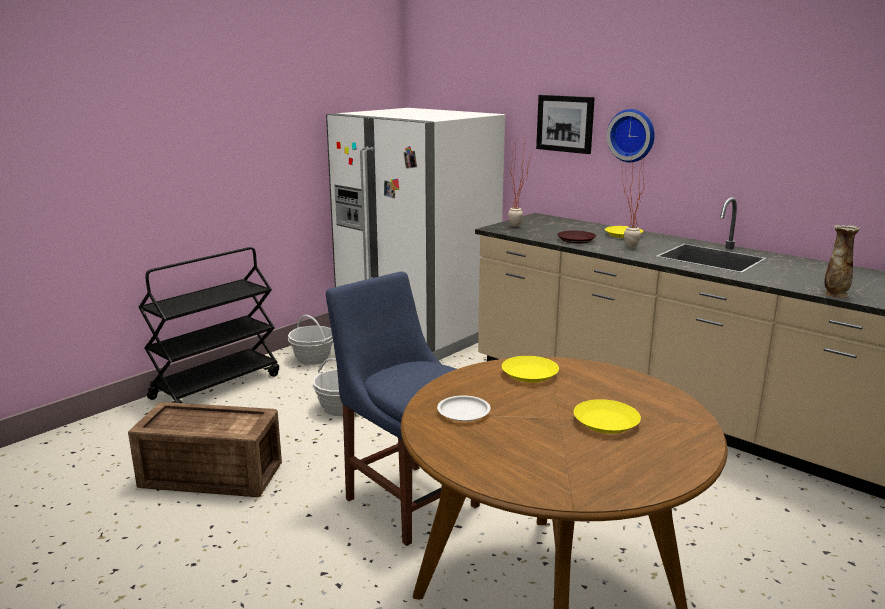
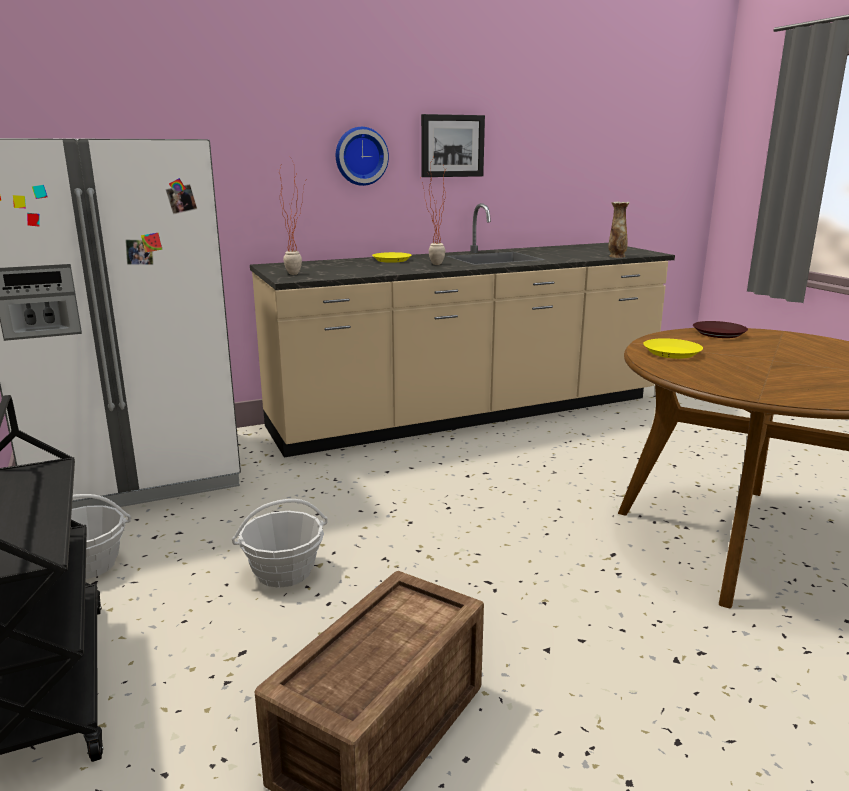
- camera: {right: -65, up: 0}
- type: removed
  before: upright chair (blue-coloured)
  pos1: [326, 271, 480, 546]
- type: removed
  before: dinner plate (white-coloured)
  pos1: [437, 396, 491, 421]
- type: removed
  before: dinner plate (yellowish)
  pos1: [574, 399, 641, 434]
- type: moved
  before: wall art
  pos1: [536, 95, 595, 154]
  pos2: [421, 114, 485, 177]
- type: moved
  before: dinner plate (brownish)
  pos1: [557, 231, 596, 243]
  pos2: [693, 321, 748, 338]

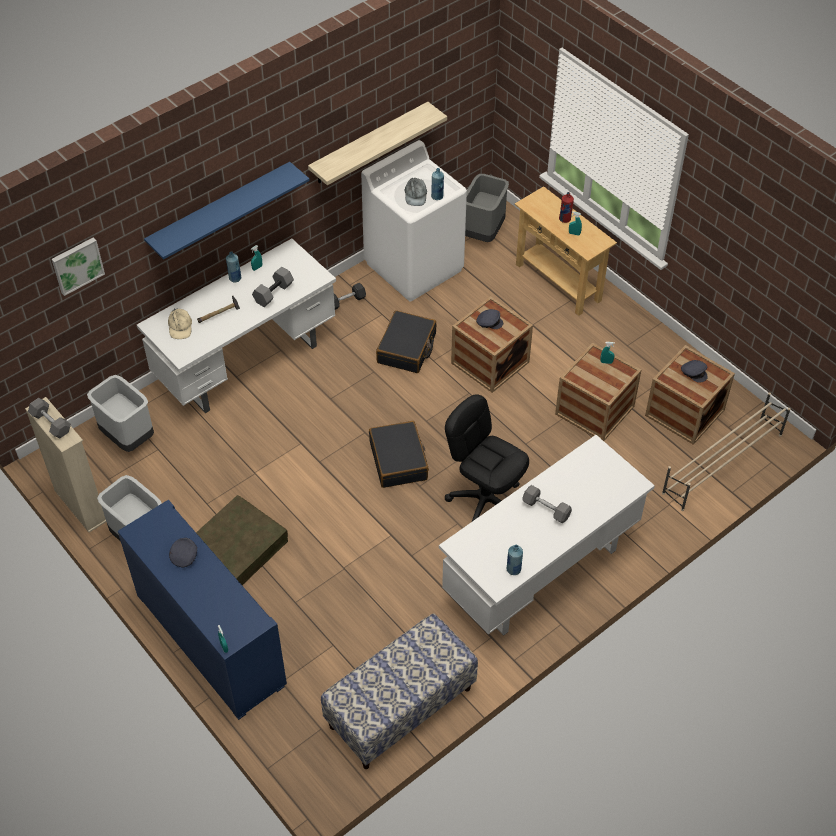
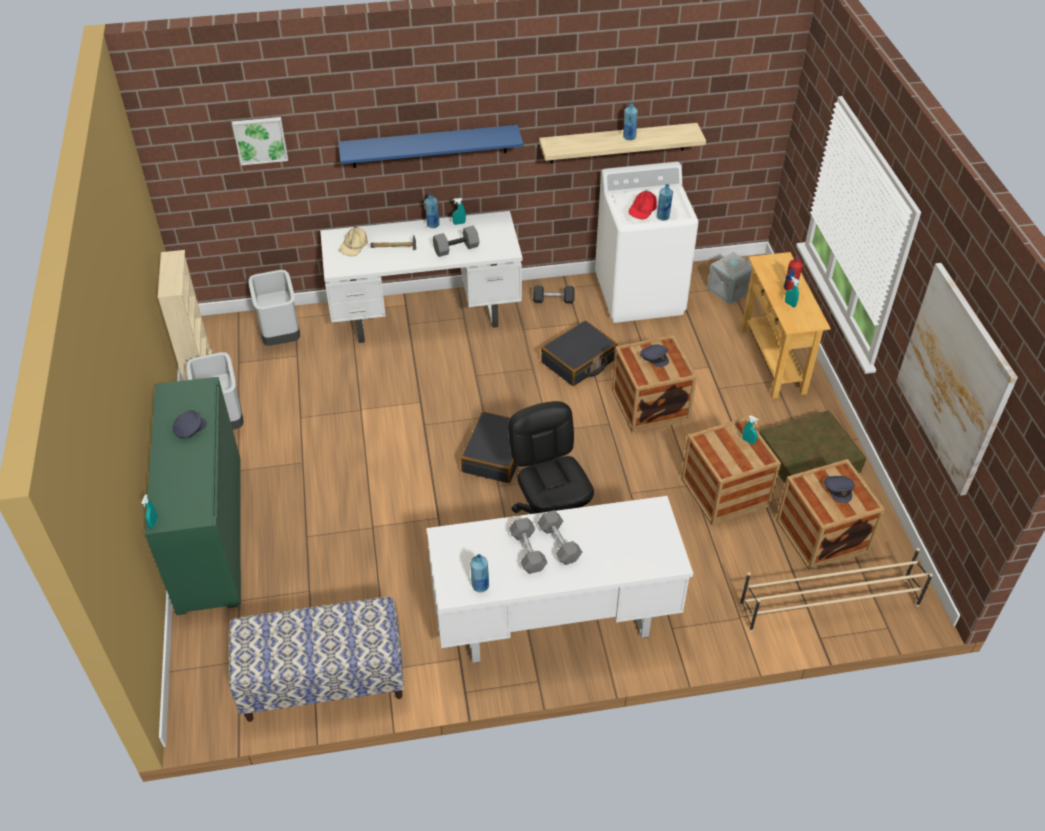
- camera: {right: 30, up: -5}
- type: added
  after: drink bottle (blue-coloured)
  pos2: [623, 102, 638, 140]
- type: added
  after: wall art
  pos2: [896, 263, 1018, 496]
- type: moved
  before: dumbbell (greyish)
  pos1: [28, 398, 71, 438]
  pos2: [509, 518, 547, 574]
- type: moved
  before: storage bin (brownish)
  pos1: [196, 495, 288, 585]
  pos2: [759, 410, 866, 484]
- type: replaced
  before: waste bin (greyish)
  after: storage bin (greyish)
  pos1: [465, 174, 509, 242]
  pos2: [707, 252, 752, 305]
- type: recoloured
  before: storage cabinet (blue-coloured)
  after: storage cabinet (greenish)
  pos1: [118, 500, 287, 720]
  pos2: [145, 377, 241, 615]
- type: recoloured
  before: peaked cap (greyish)
  after: peaked cap (red-coloured)
  pos1: [405, 177, 427, 206]
  pos2: [629, 191, 657, 219]

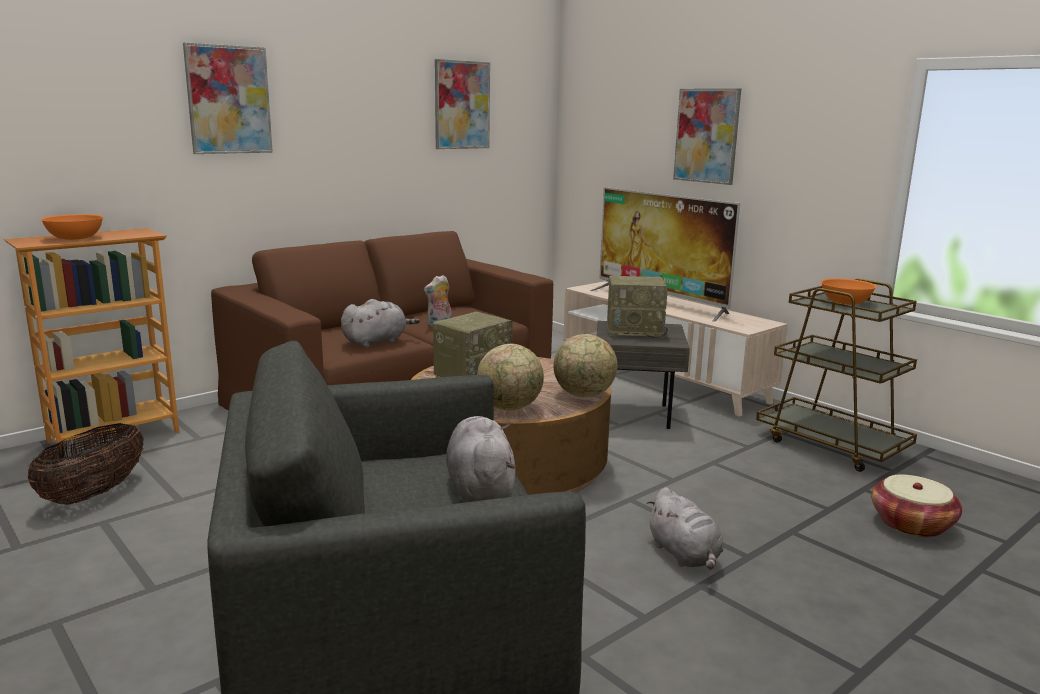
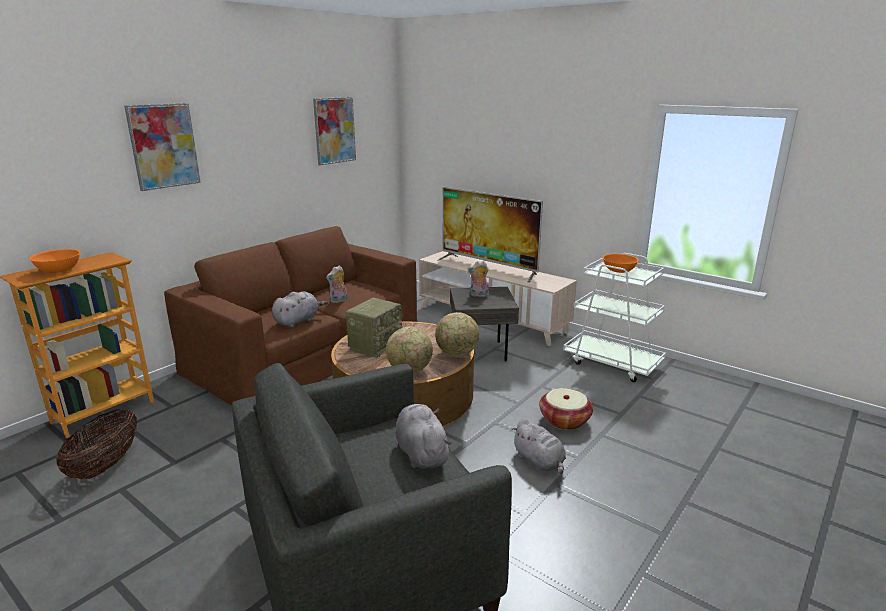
- camera: {right: -10, up: 5}
- type: removed
  before: wall art
  pos1: [673, 88, 741, 185]
- type: moved
  before: storage basket
  pos1: [871, 475, 962, 537]
  pos2: [539, 388, 593, 430]
- type: replaced
  before: radio set
  after: cuddly toy
  pos1: [607, 275, 668, 338]
  pos2: [468, 261, 489, 297]
- type: recoloured
  before: trolley (brownish)
  after: trolley (white-coloured)
  pos1: [756, 278, 917, 472]
  pos2: [563, 253, 666, 382]

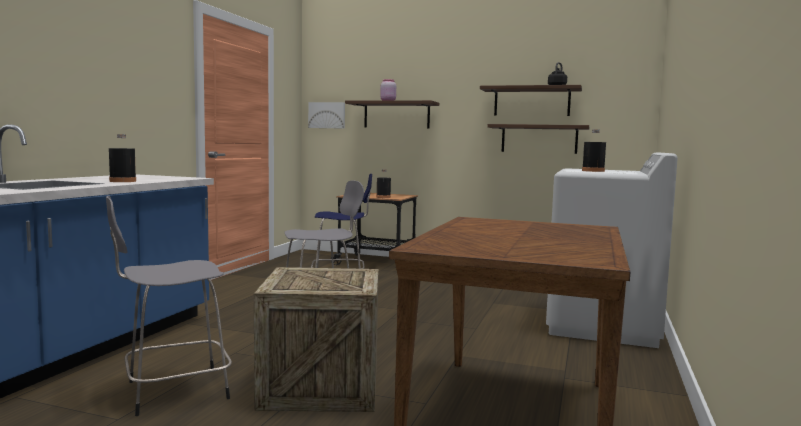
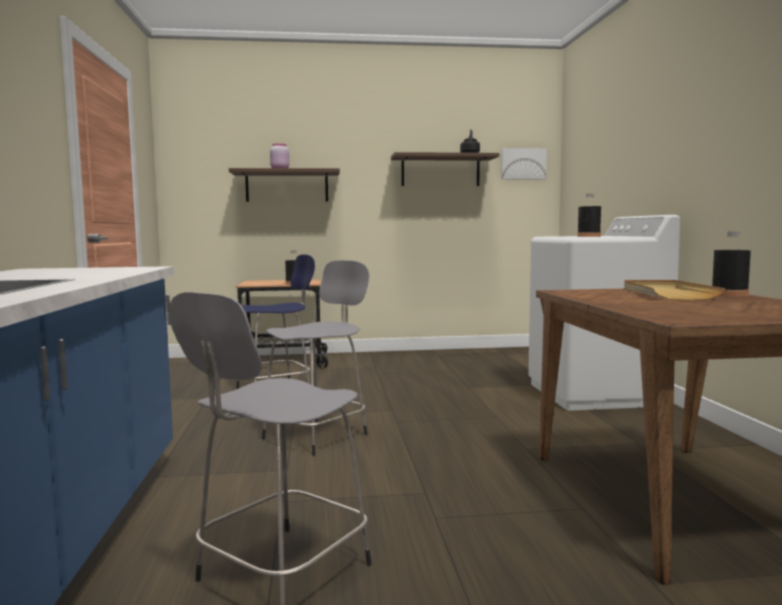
- camera: {right: -25, up: 0}
- type: removed
  before: crate
  pos1: [254, 267, 378, 412]
- type: removed
  before: bracket shelf
  pos1: [487, 124, 589, 154]
- type: added
  after: carrying tray (sand-coloured)
  pos2: [624, 280, 726, 300]
- type: moved
  before: drink bottle (black-coloured)
  pos1: [109, 134, 136, 182]
  pos2: [712, 231, 751, 296]
- type: moved
  before: wall art
  pos1: [308, 102, 345, 129]
  pos2: [501, 148, 547, 179]

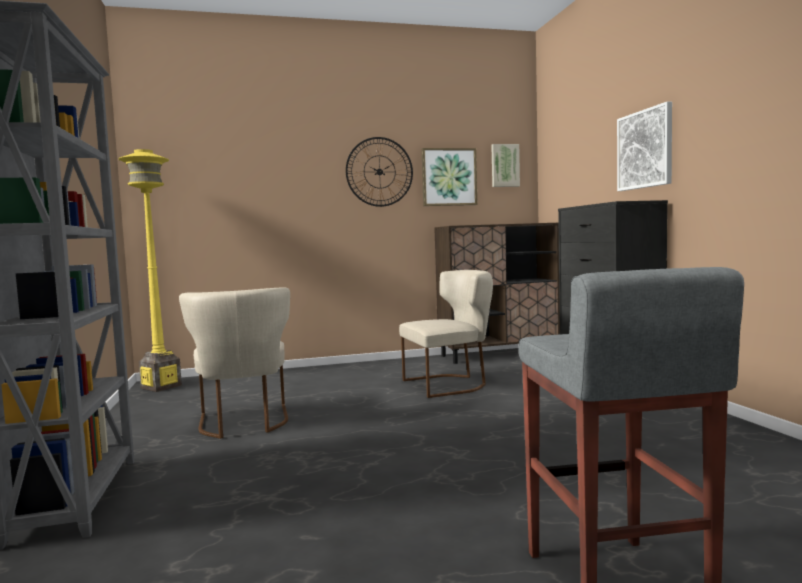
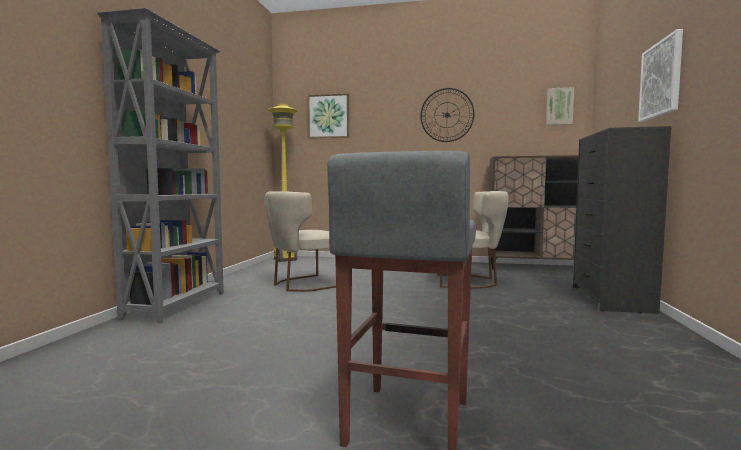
- camera: {right: 25, up: 0}
- type: moved
  before: wall art
  pos1: [421, 148, 478, 206]
  pos2: [307, 93, 349, 139]
- type: turned
  before: upright chair (sand-coloured)
  pos1: [179, 287, 290, 439]
  pos2: [264, 191, 336, 292]
  turn: 45

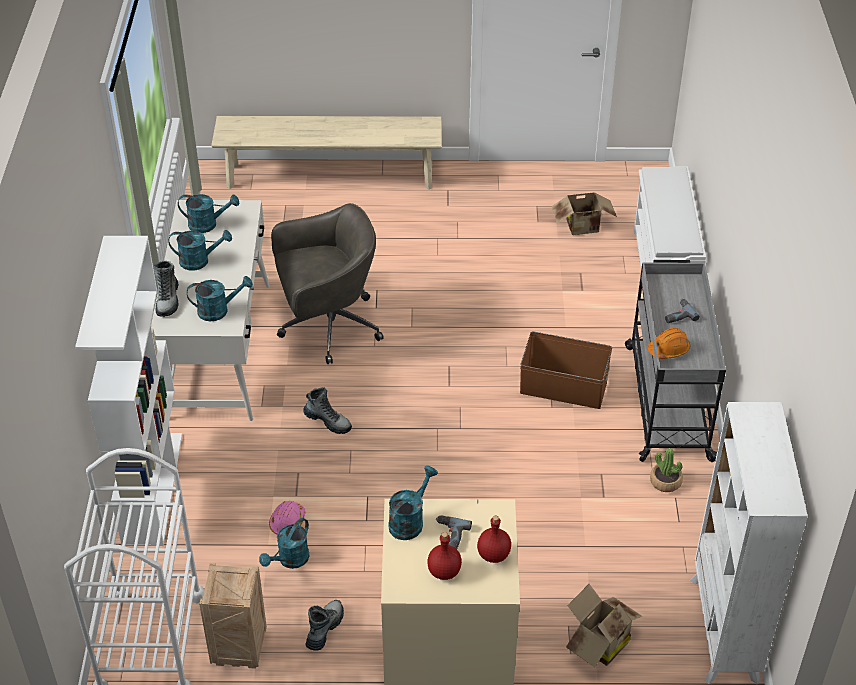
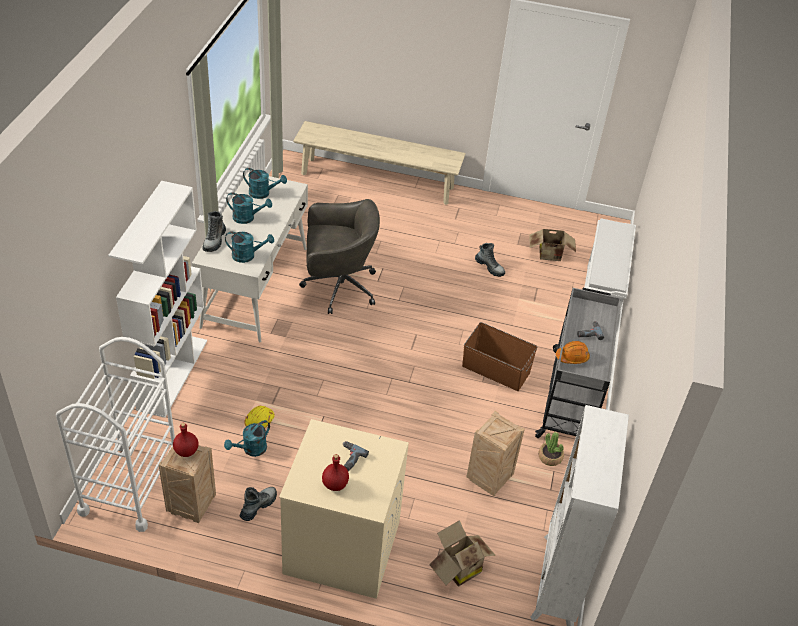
- camera: {right: 10, up: 0}
- type: removed
  before: watering can (turquoise-coloured)
  pos1: [388, 466, 438, 540]
- type: added
  after: crate
  pos2: [466, 411, 525, 496]
- type: moved
  before: tall boot
  pos1: [303, 387, 352, 434]
  pos2: [475, 243, 505, 277]
- type: moved
  before: drink bottle (red-coloured)
  pos1: [477, 516, 511, 563]
  pos2: [173, 423, 199, 457]
- type: recoloured
  before: safety helmet (pink-coloured)
  after: safety helmet (yellowish)
  pos1: [269, 501, 305, 535]
  pos2: [244, 406, 275, 428]

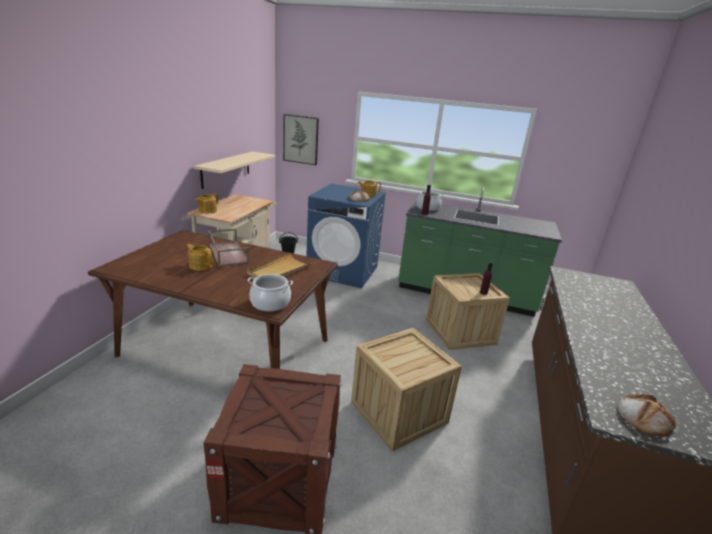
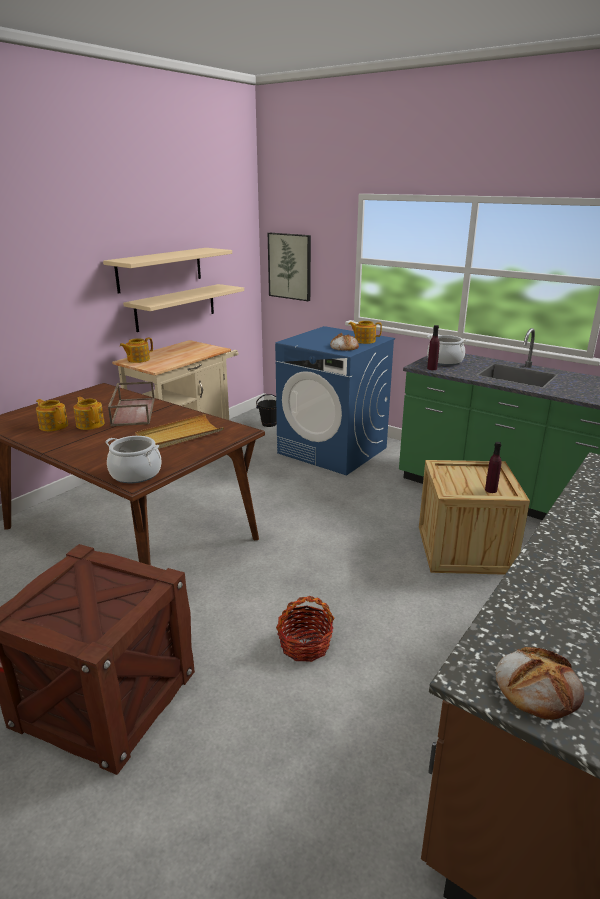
- camera: {right: 20, up: 0}
- type: added
  after: teapot
  pos2: [36, 399, 68, 431]
- type: added
  after: bracket shelf (sand-coloured)
  pos2: [103, 248, 232, 293]
- type: replaced
  before: crate
  after: storage basket
  pos1: [351, 328, 462, 452]
  pos2: [276, 596, 334, 662]

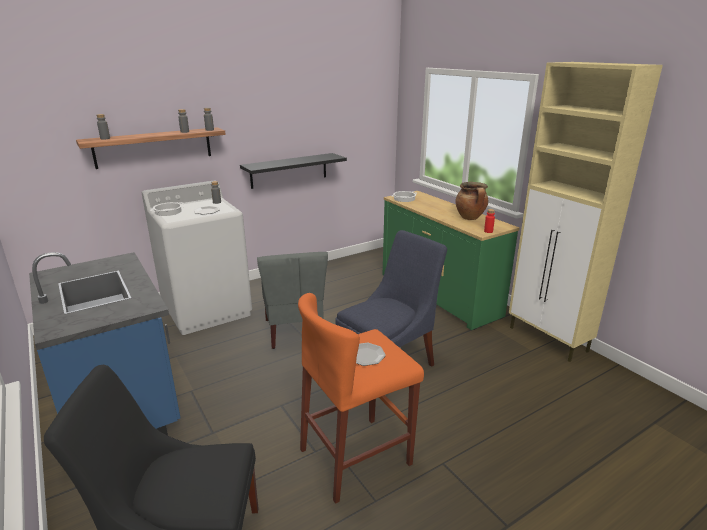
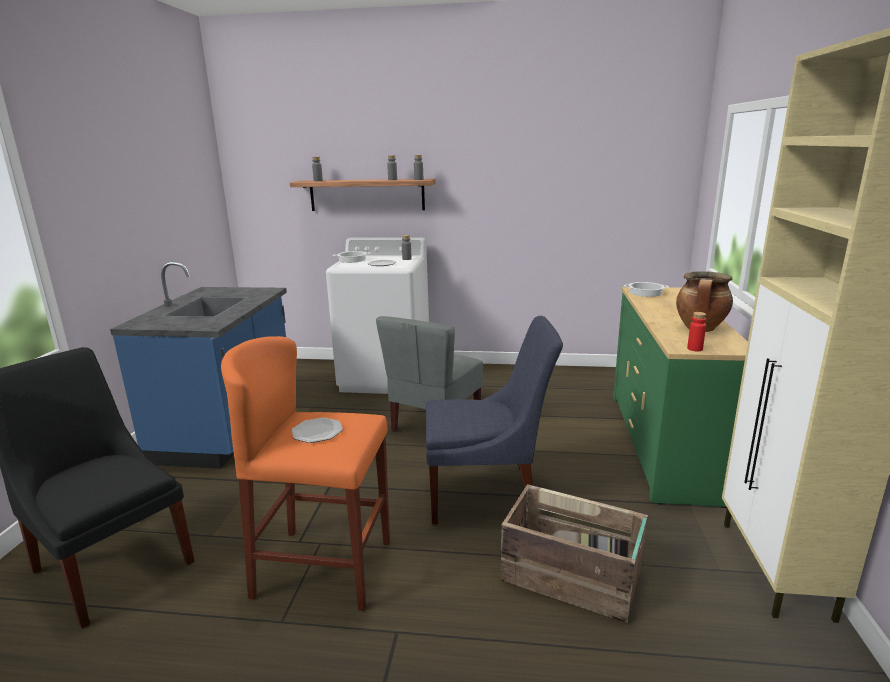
- camera: {right: 40, up: -5}
- type: removed
  before: bracket shelf (black-coloured)
  pos1: [240, 153, 347, 189]
- type: added
  after: crate
  pos2: [501, 484, 648, 623]

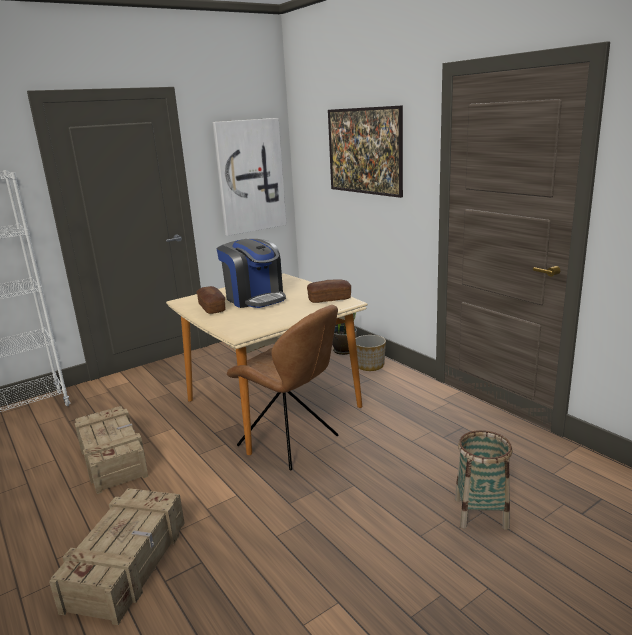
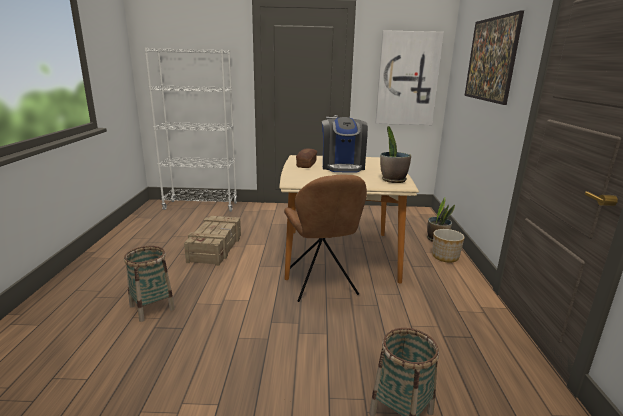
- camera: {right: 35, up: 0}
- type: replaced
  before: crate
  after: storage basket
  pos1: [49, 488, 185, 625]
  pos2: [124, 246, 175, 322]
- type: replaced
  before: bakery bread
  after: potted plant
  pos1: [307, 279, 351, 303]
  pos2: [380, 126, 411, 183]

